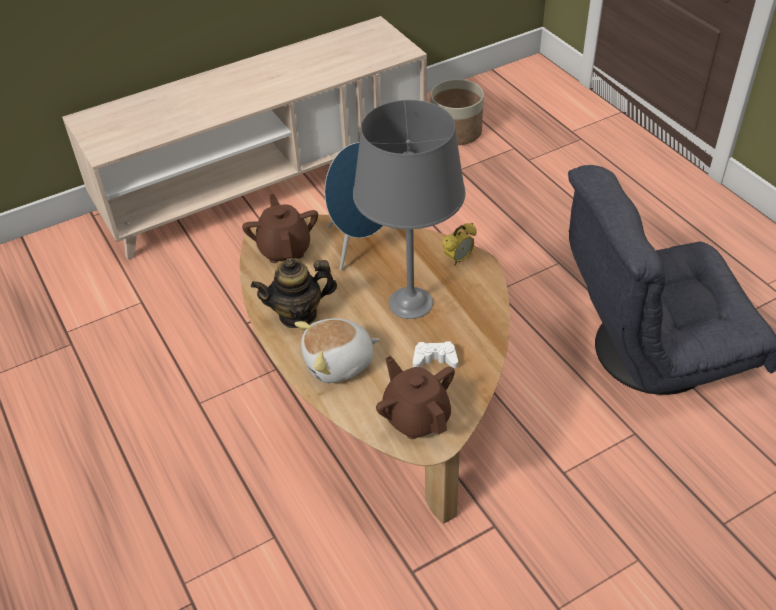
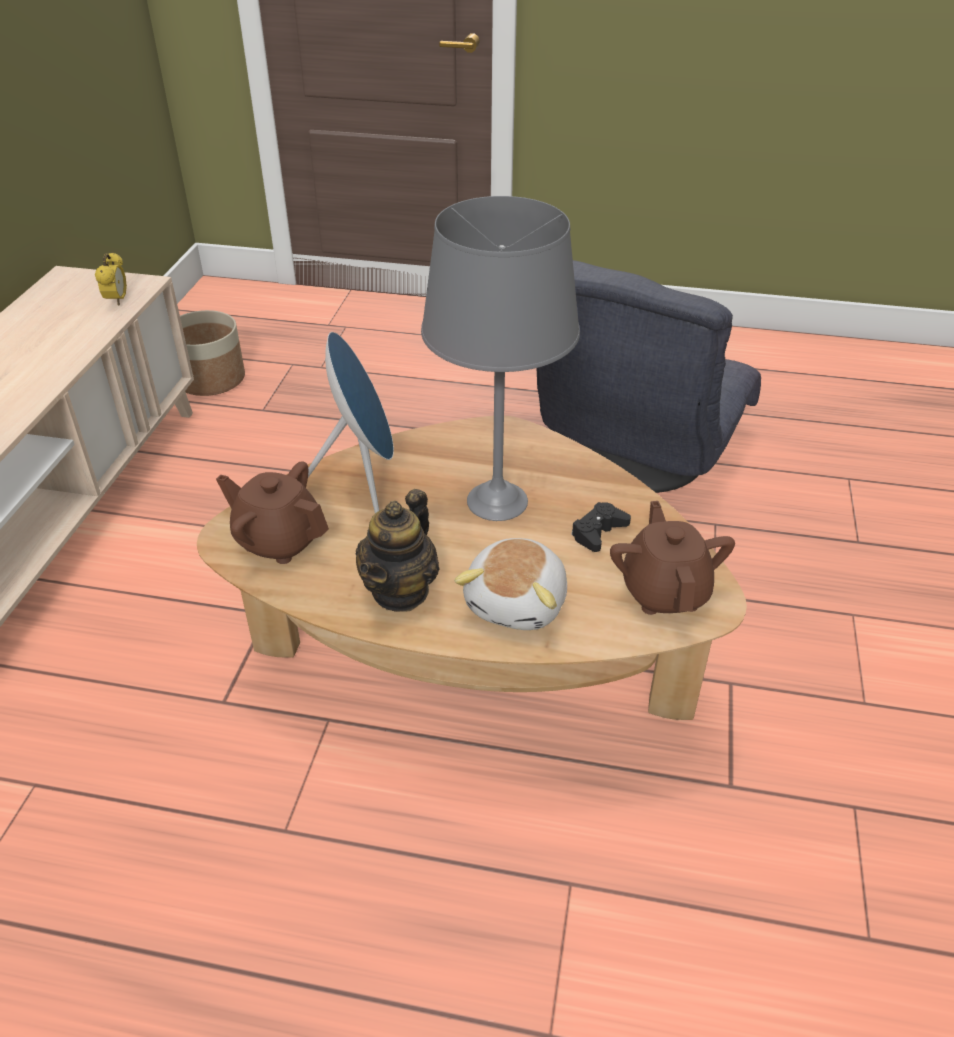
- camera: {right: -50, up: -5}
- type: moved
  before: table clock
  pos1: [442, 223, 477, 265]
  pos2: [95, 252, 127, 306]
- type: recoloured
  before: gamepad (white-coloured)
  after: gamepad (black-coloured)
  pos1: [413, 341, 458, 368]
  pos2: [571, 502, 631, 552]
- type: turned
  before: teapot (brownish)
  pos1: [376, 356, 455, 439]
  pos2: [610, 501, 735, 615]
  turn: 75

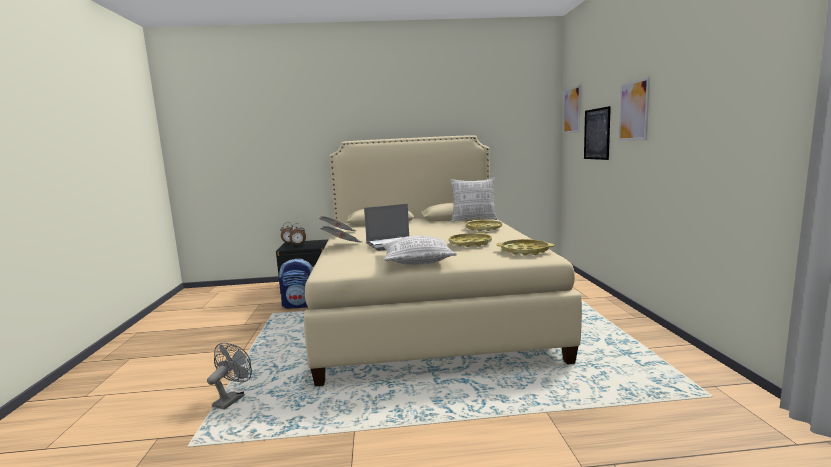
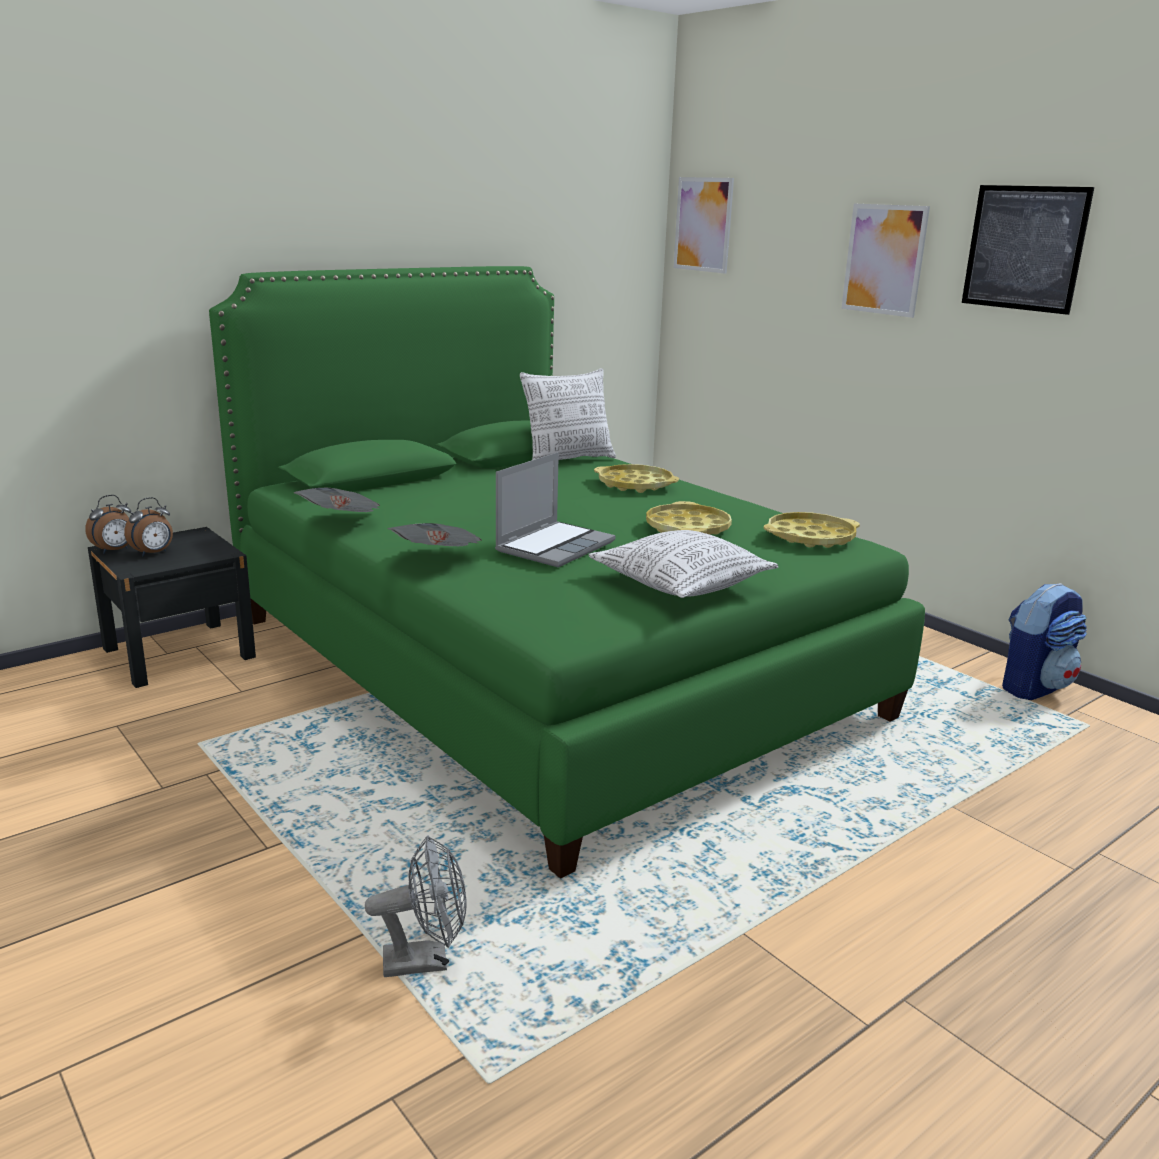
- camera: {right: -35, up: 10}
- type: moved
  before: rucksack
  pos1: [279, 259, 313, 308]
  pos2: [1002, 583, 1087, 700]
- type: moved
  before: wall art
  pos1: [584, 106, 611, 160]
  pos2: [962, 185, 1094, 315]
- type: recoloured
  before: sleeping bed (sand-coloured)
  after: sleeping bed (greenish)
  pos1: [304, 135, 582, 386]
  pos2: [209, 266, 925, 879]
- type: turned
  before: electric fan (greyish)
  pos1: [207, 343, 252, 410]
  pos2: [365, 836, 466, 977]
  turn: 90

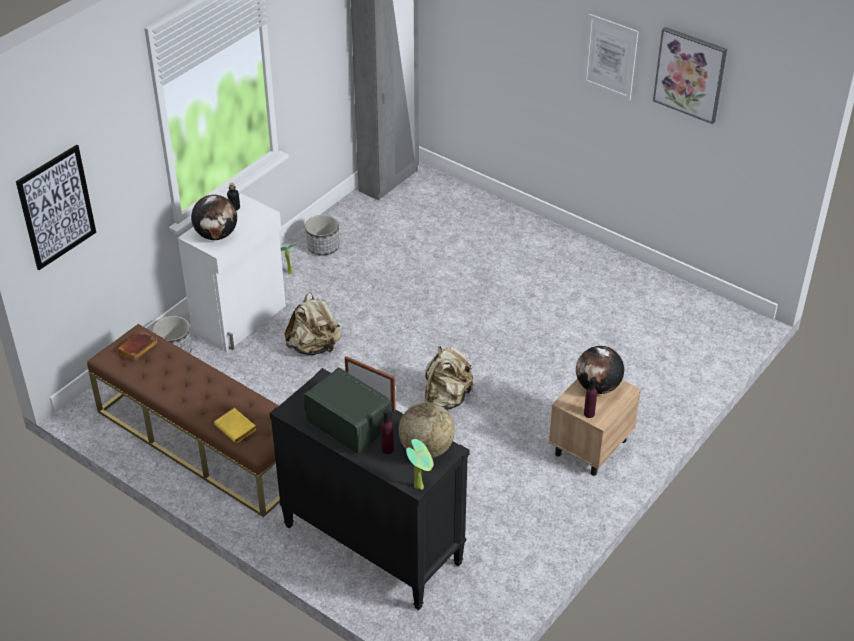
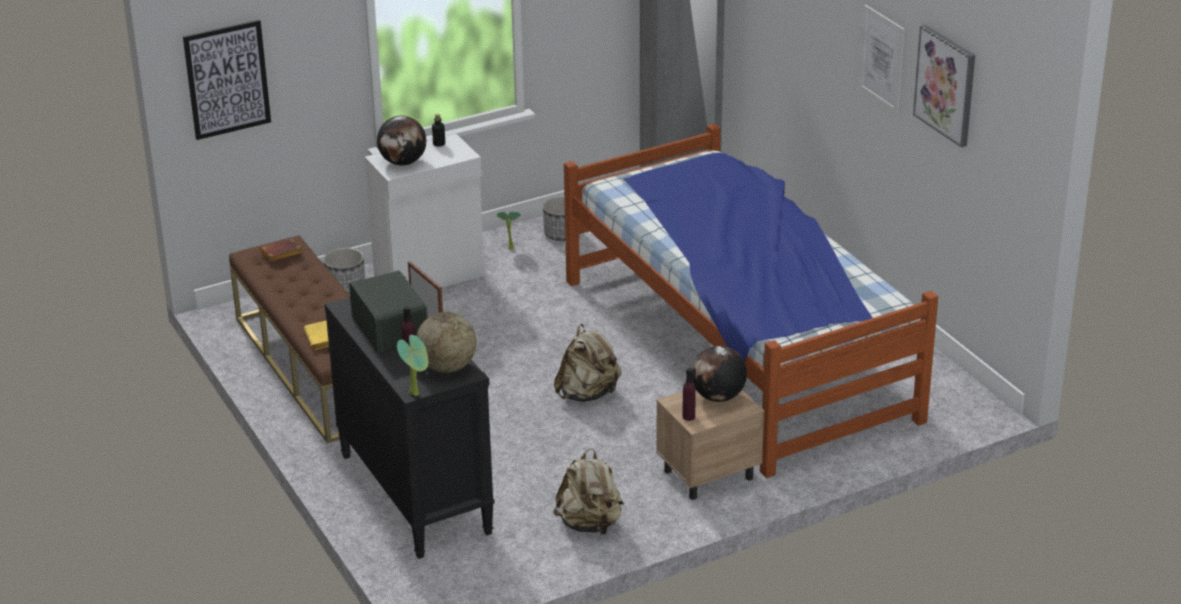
- camera: {right: 25, up: -10}
- type: added
  after: sleeping bed
  pos2: [564, 123, 938, 478]
- type: moved
  before: rucksack (sand-coloured)
  pos1: [284, 292, 342, 355]
  pos2: [553, 448, 624, 535]

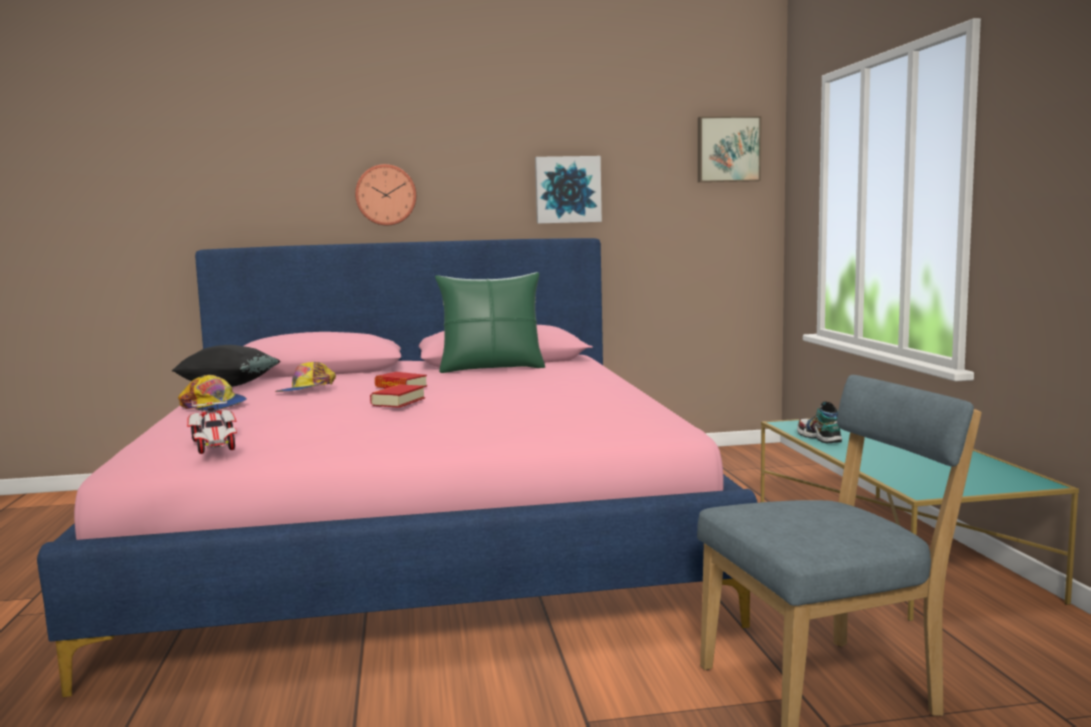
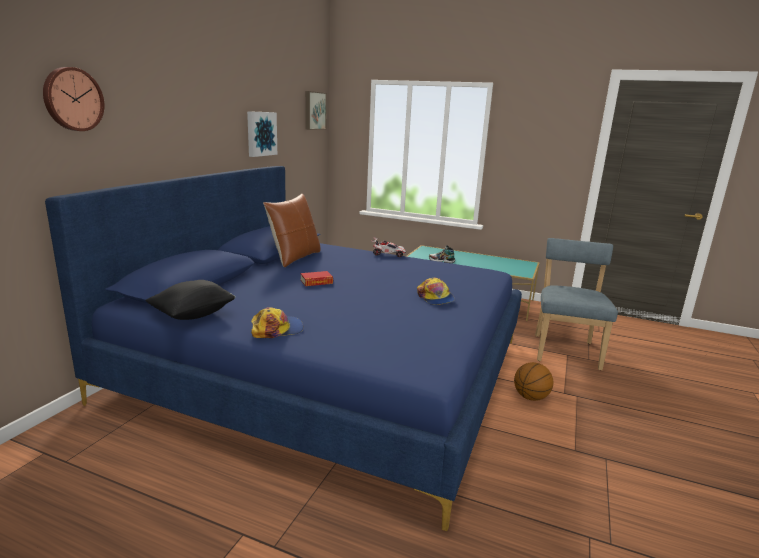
- camera: {right: -60, up: 10}
- type: removed
  before: book
  pos1: [370, 384, 425, 408]
- type: added
  after: ball for basketball
  pos2: [514, 362, 553, 401]
- type: moved
  before: model car
  pos1: [187, 397, 237, 454]
  pos2: [371, 237, 406, 257]
- type: moved
  before: peaked cap
  pos1: [275, 362, 336, 392]
  pos2: [417, 278, 455, 305]
- type: moved
  before: clock on the wall
  pos1: [355, 164, 416, 226]
  pos2: [43, 67, 104, 131]
- type: recoloured
  before: sleeping bed (pink-coloured)
  after: sleeping bed (blue-coloured)
  pos1: [37, 238, 758, 697]
  pos2: [45, 166, 522, 531]
- type: recoloured
  before: throw pillow (greenish)
  after: throw pillow (brownish)
  pos1: [435, 272, 545, 373]
  pos2: [263, 194, 321, 267]

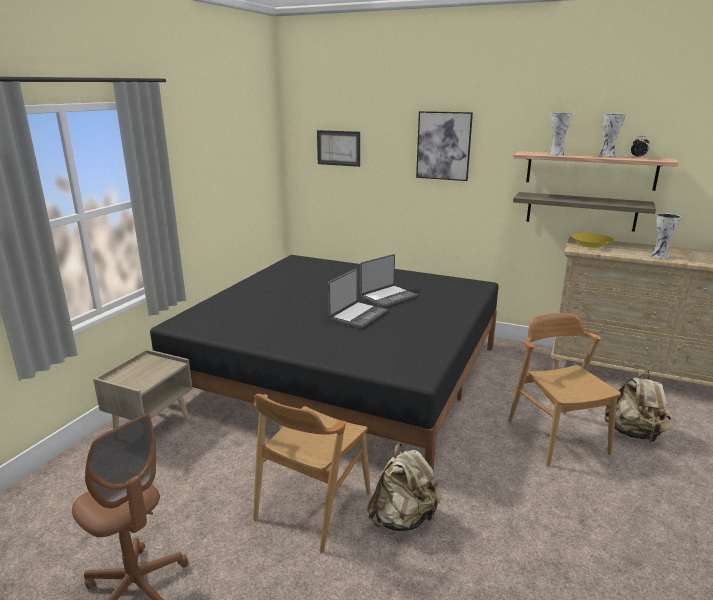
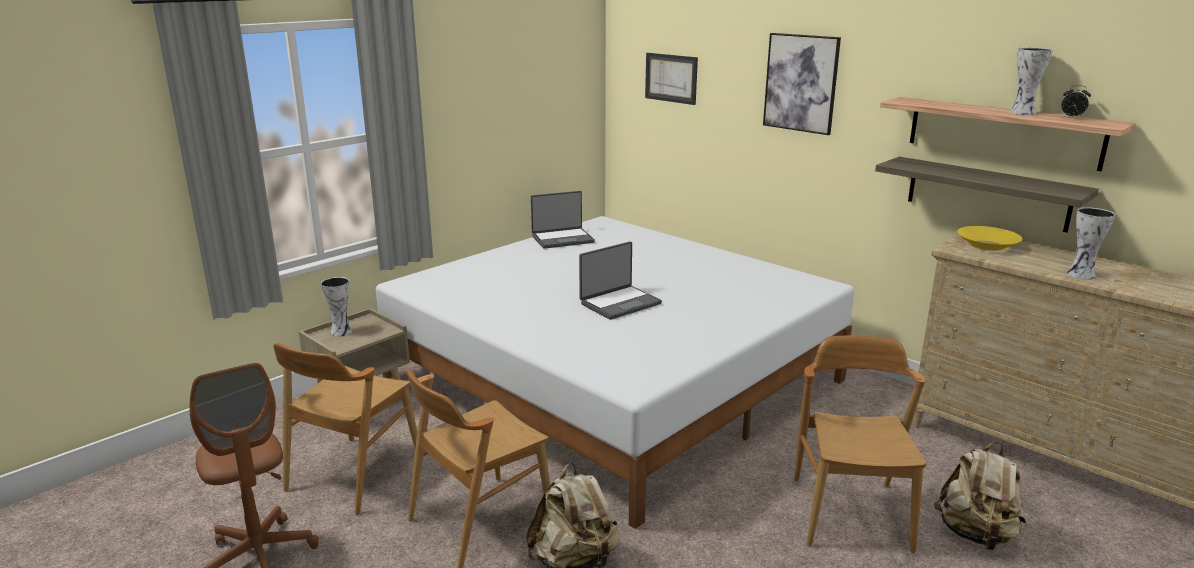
- camera: {right: 20, up: 0}
- type: added
  after: upright chair (brownish)
  pos2: [273, 343, 417, 515]
- type: moved
  before: laptop
  pos1: [360, 254, 417, 308]
  pos2: [531, 191, 595, 249]
- type: moved
  before: flower vase
  pos1: [549, 113, 572, 155]
  pos2: [321, 277, 352, 337]
- type: recoloured
  before: sleeping bed (black-coloured)
  after: sleeping bed (white-coloured)
  pos1: [150, 255, 498, 474]
  pos2: [376, 216, 854, 529]

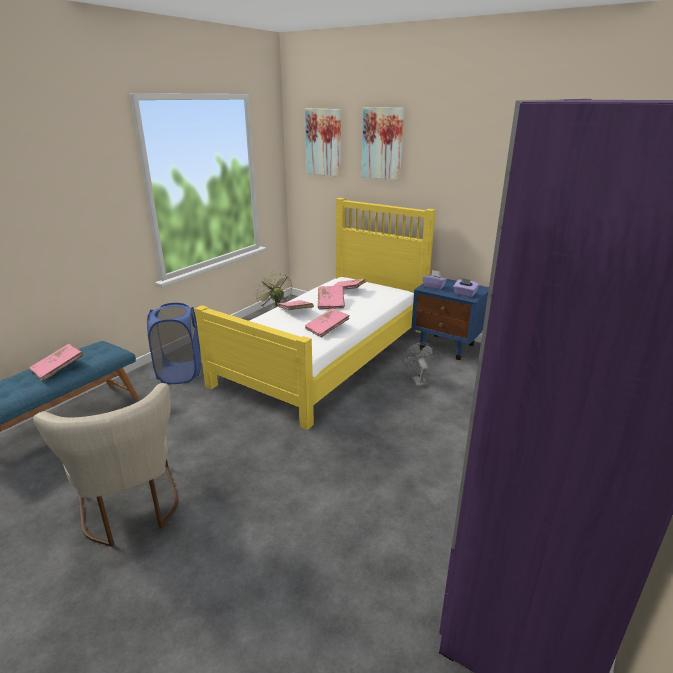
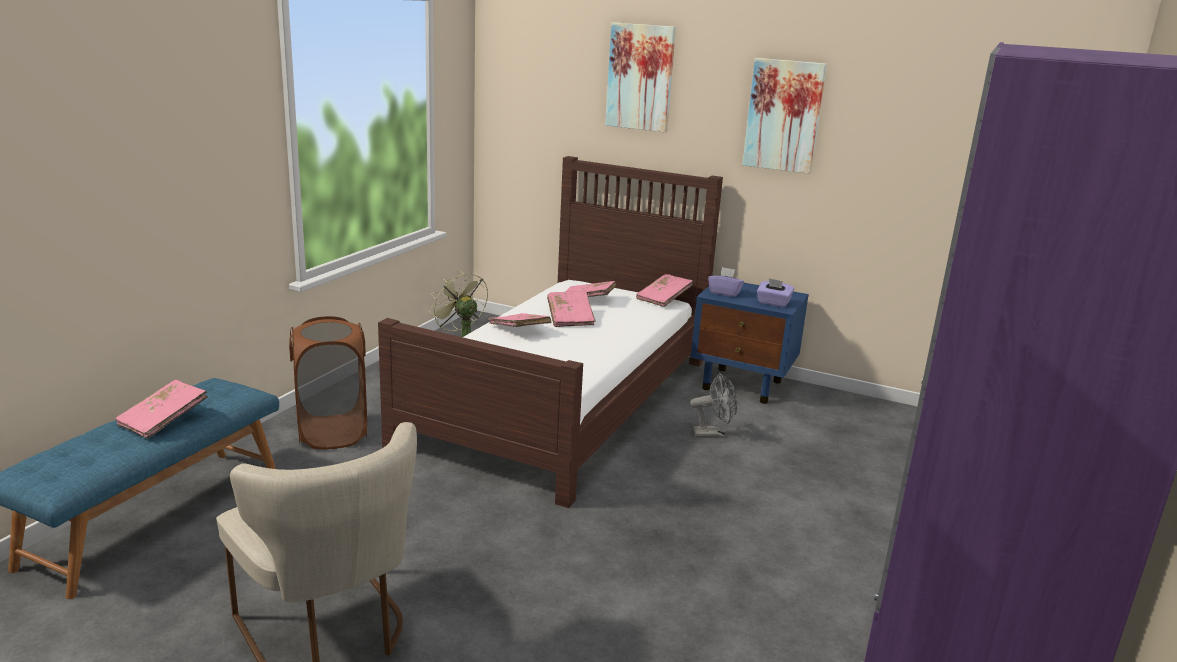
- camera: {right: -10, up: -5}
- type: moved
  before: wall art
  pos1: [305, 109, 341, 177]
  pos2: [743, 58, 827, 174]
- type: moved
  before: book (pink-coloured)
  pos1: [305, 308, 350, 337]
  pos2: [636, 274, 694, 307]
- type: recoloured
  before: hamper (blue-coloured)
  after: hamper (brownish)
  pos1: [147, 303, 201, 384]
  pos2: [289, 316, 367, 450]
- type: recoloured
  before: sleeping bed (yellowish)
  after: sleeping bed (brownish)
  pos1: [195, 198, 436, 430]
  pos2: [378, 156, 723, 508]
- type: turned
  before: electric fan (greyish)
  pos1: [403, 343, 435, 387]
  pos2: [690, 373, 737, 438]
  turn: 105

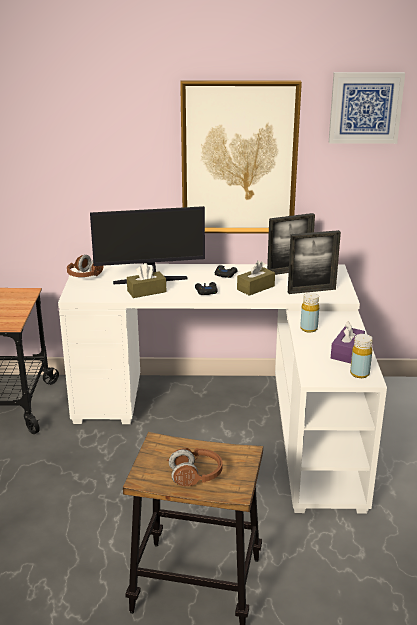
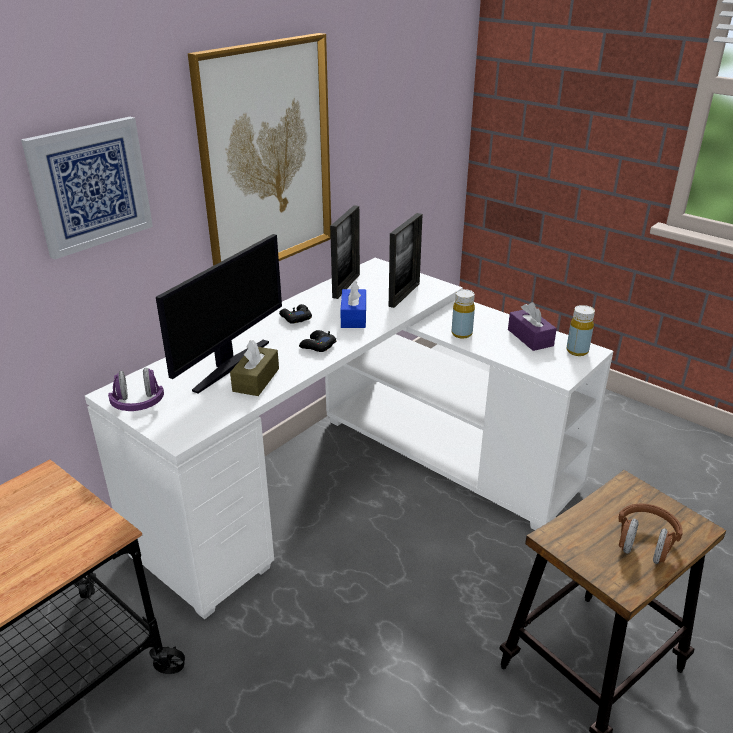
- camera: {right: -50, up: 5}
- type: moved
  before: wall art
  pos1: [329, 72, 405, 144]
  pos2: [21, 117, 153, 259]
- type: recoloured
  before: headset (brownish)
  after: headset (purplish)
  pos1: [67, 255, 103, 277]
  pos2: [108, 368, 164, 411]
- type: recoloured
  before: tissue holder (brownish)
  after: tissue holder (blue-coloured)
  pos1: [237, 261, 275, 296]
  pos2: [340, 281, 366, 328]

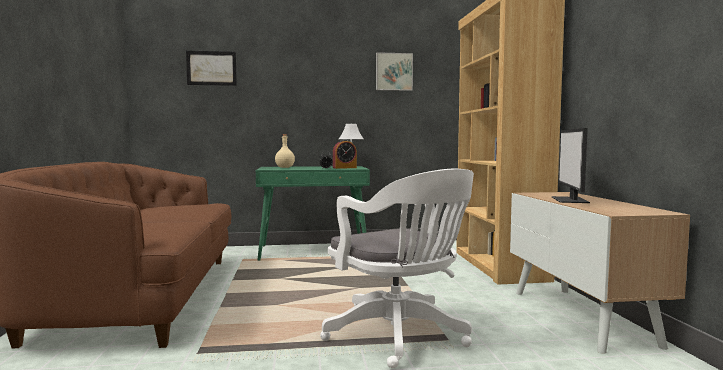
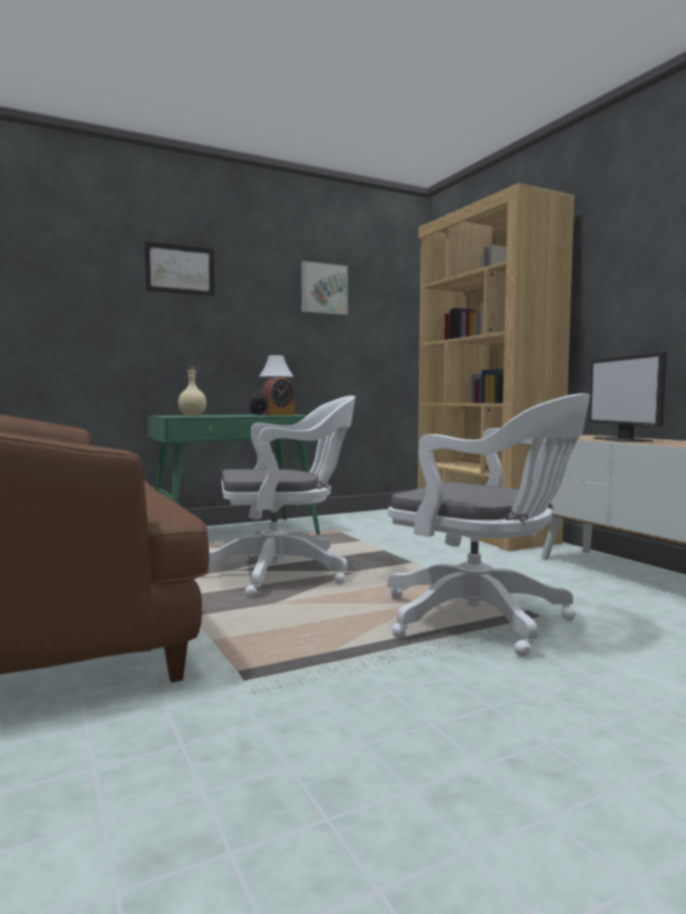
- camera: {right: -20, up: 0}
- type: added
  after: office chair (white-coloured)
  pos2: [209, 396, 355, 597]
- type: moved
  before: wall art
  pos1: [186, 51, 237, 86]
  pos2: [144, 241, 215, 296]

